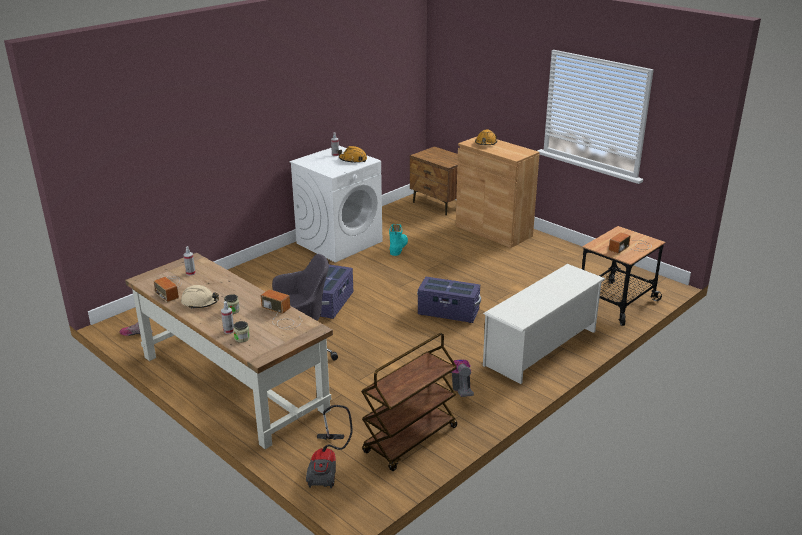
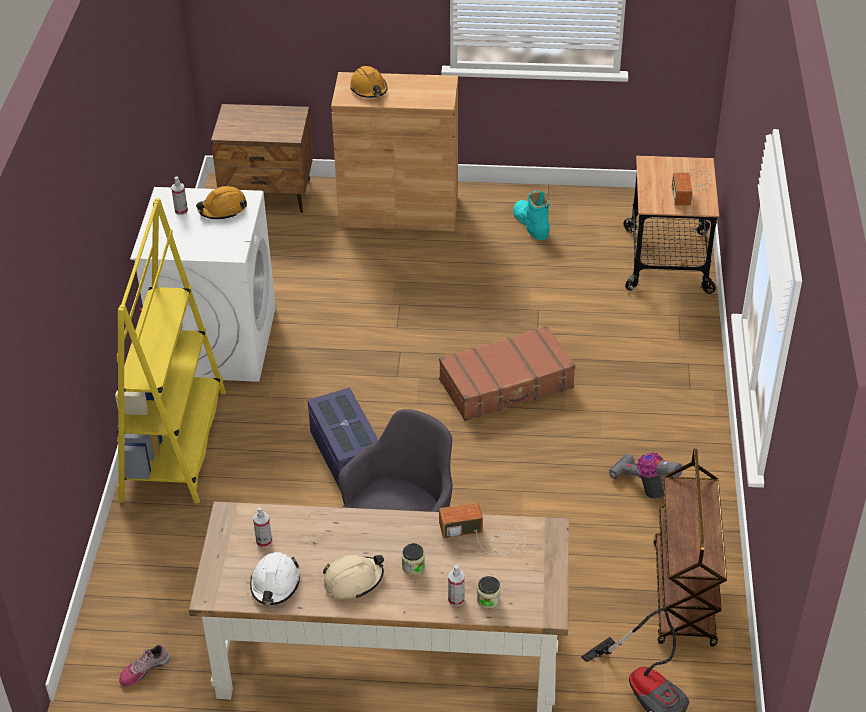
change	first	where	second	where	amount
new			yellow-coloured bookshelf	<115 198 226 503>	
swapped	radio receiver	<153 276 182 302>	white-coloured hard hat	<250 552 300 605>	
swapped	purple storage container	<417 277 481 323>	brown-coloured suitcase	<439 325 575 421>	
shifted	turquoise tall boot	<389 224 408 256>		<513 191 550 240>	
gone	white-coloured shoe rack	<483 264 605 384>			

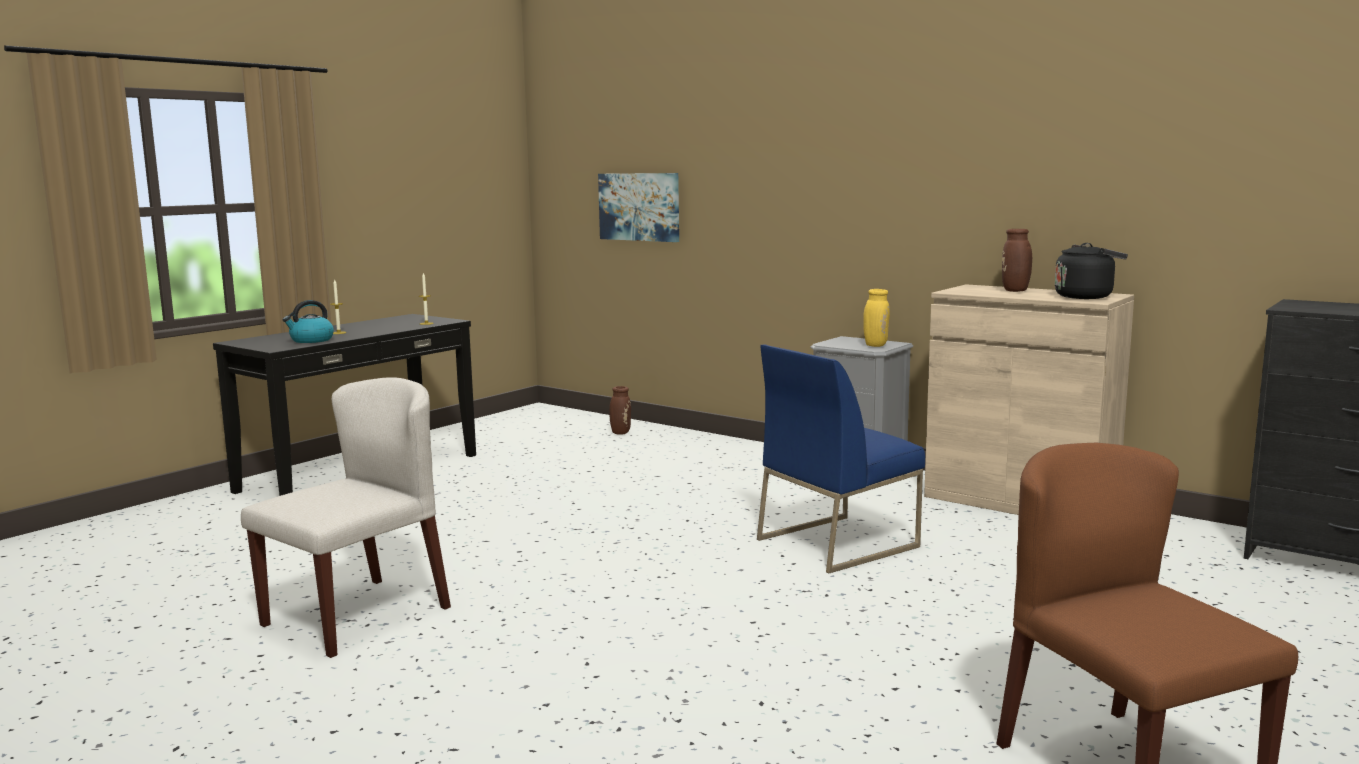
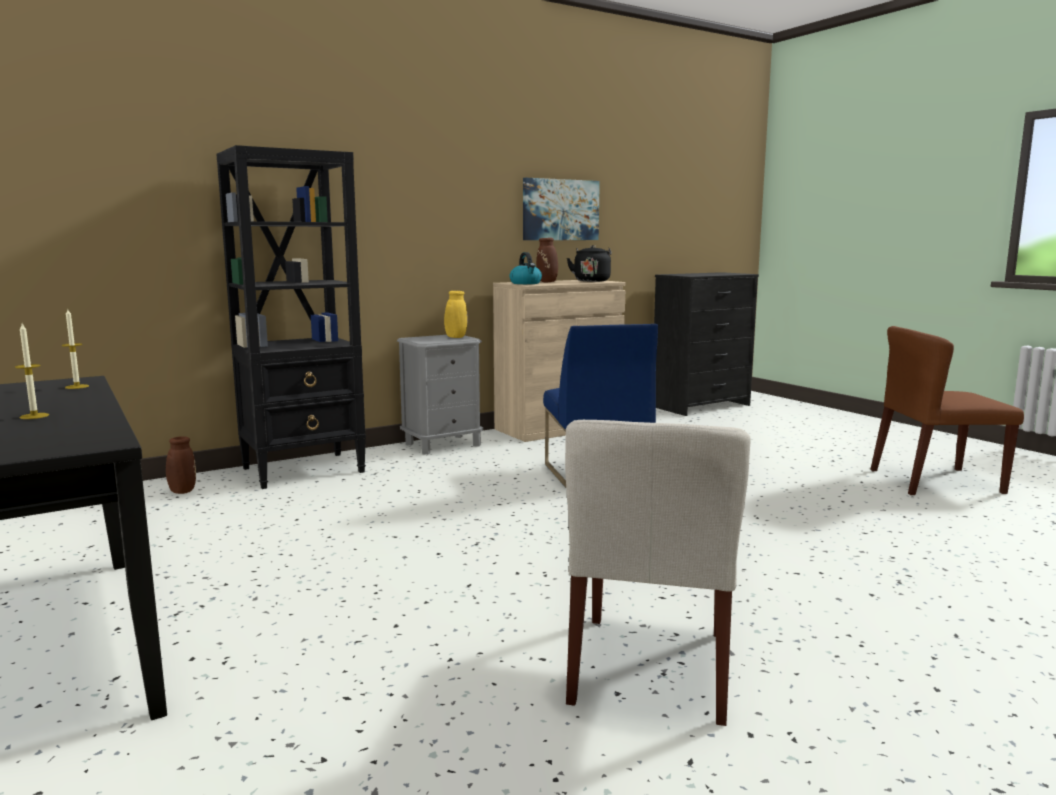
change	first	where	second	where	amount
new			black-coloured bookshelf	<216 145 366 489>	
shifted	kettle	<283 300 334 343>		<510 252 542 284>	
shifted	wall picture	<598 173 679 242>		<523 178 600 240>	
rotated	sand-coloured chair	<241 377 451 658>		<565 420 751 726>	135 degrees counterclockwise

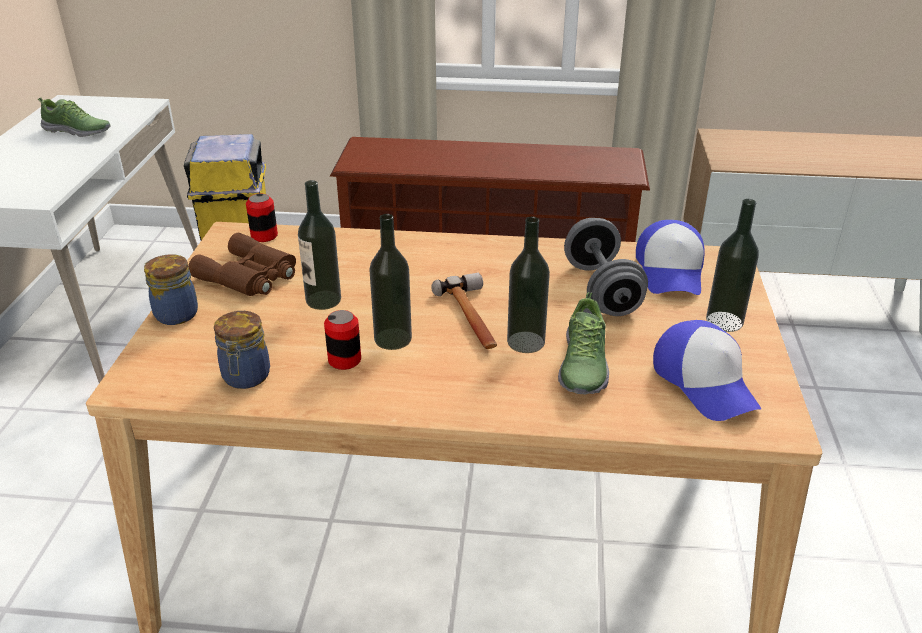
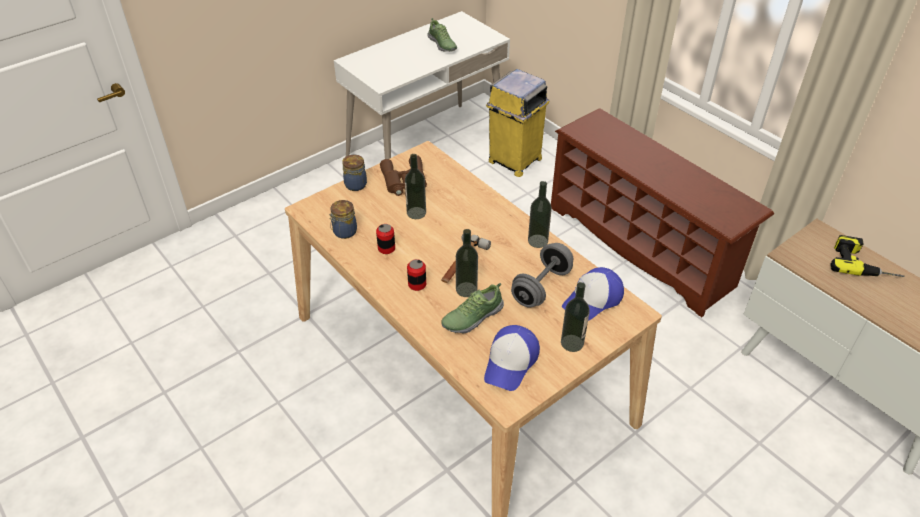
change	first	where	second	where	amount
shifted	can	<246 194 278 242>		<407 259 426 291>	
shifted	beverage bottle	<369 214 412 350>		<528 181 552 248>	
new			drill	<830 235 905 277>	

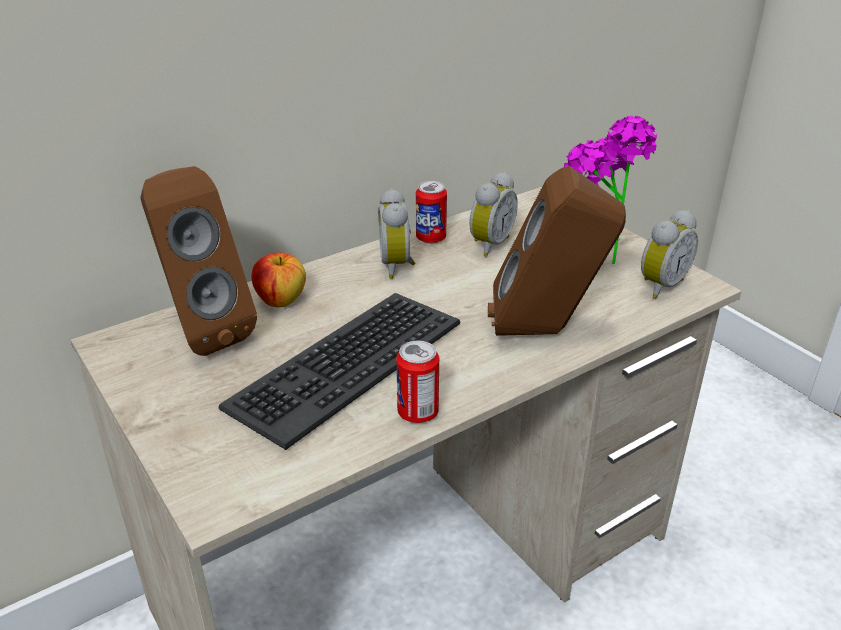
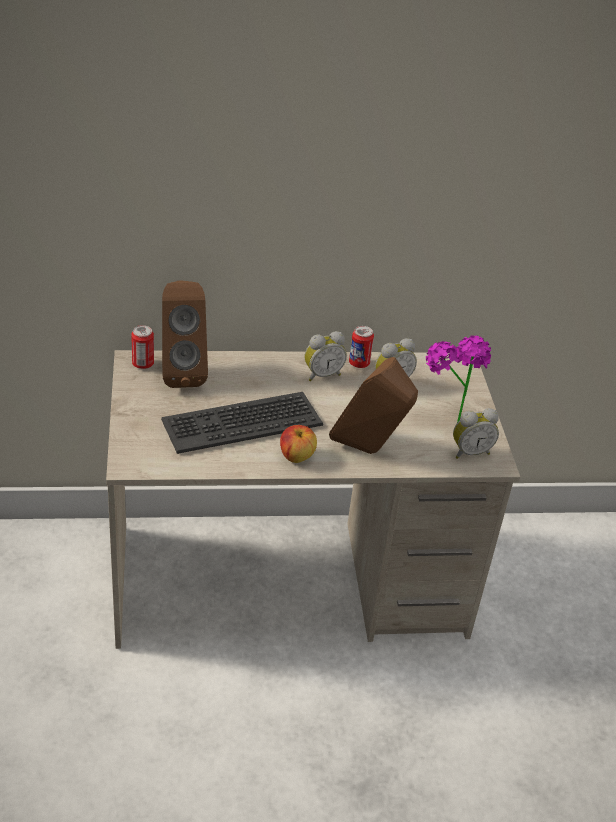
change	first	where	second	where	amount
shifted	can	<396 341 439 423>		<131 325 154 369>	
shifted	whole apple	<251 252 306 307>		<280 425 317 463>	
rotated	alarm clock	<378 188 415 279>		<305 331 347 381>	135 degrees counterclockwise

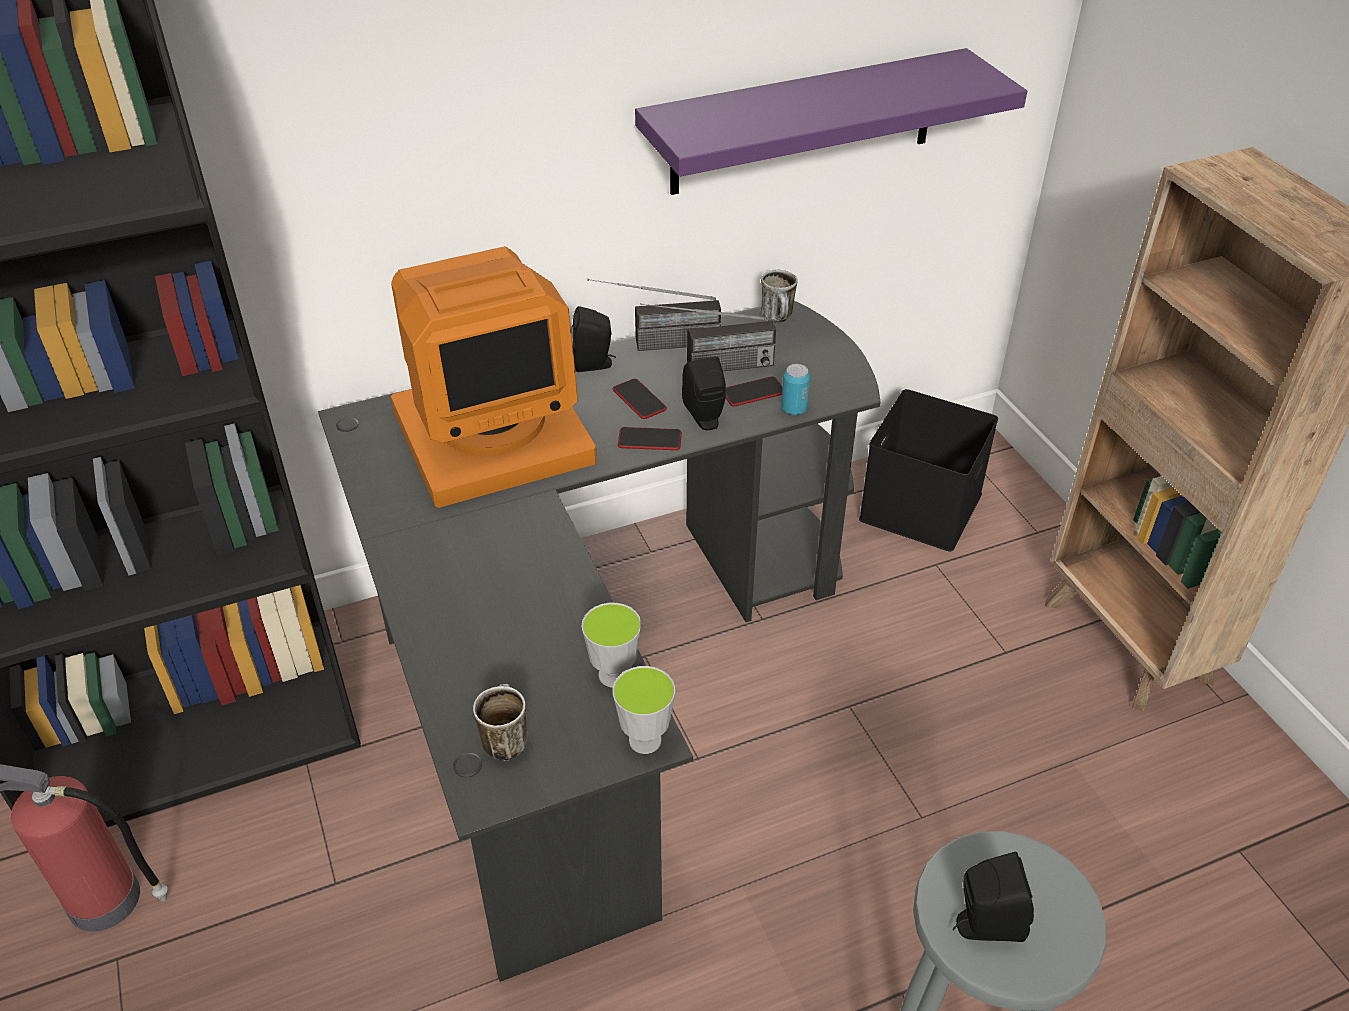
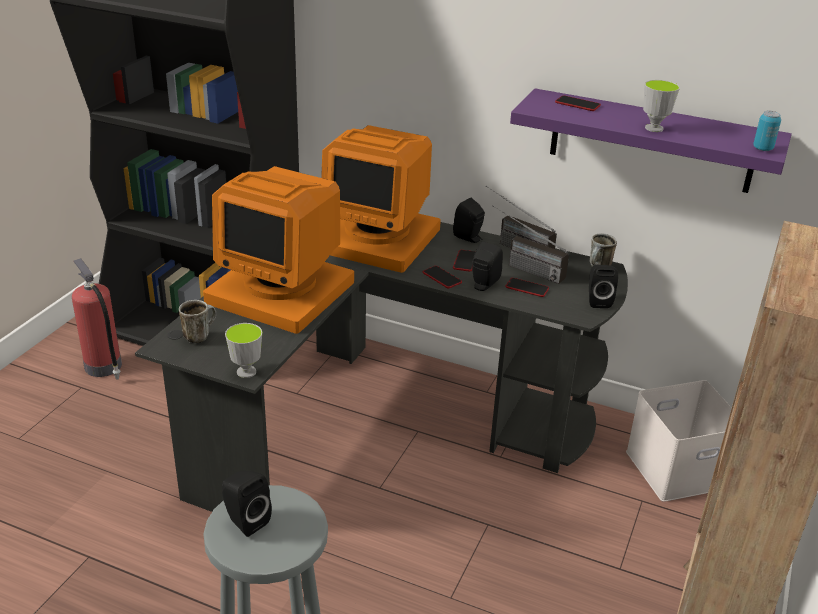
change	first	where	second	where	amount
new			monitor	<203 166 354 334>	
new			phone	<555 95 601 111>	
new			black-coloured loudspeaker	<589 265 618 308>	
repainted	black-coloured storage container	<859 389 998 552>	white-coloured storage container	<626 380 732 502>	
shifted	drinking cup	<582 603 641 687>		<643 80 680 132>	
shifted	can	<781 364 810 415>		<753 111 781 151>	

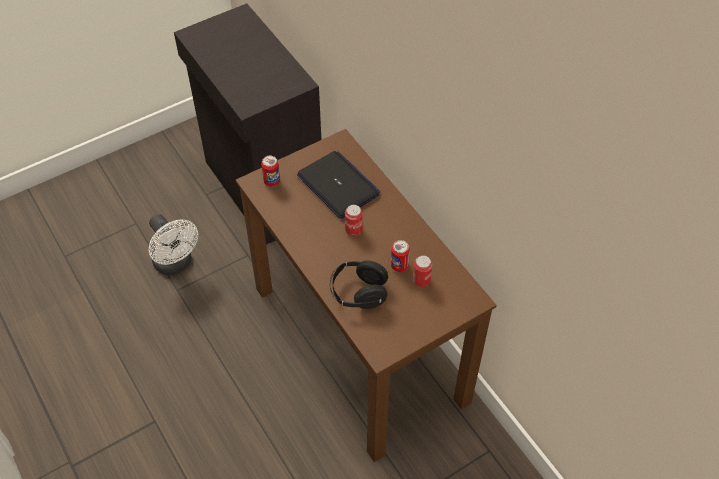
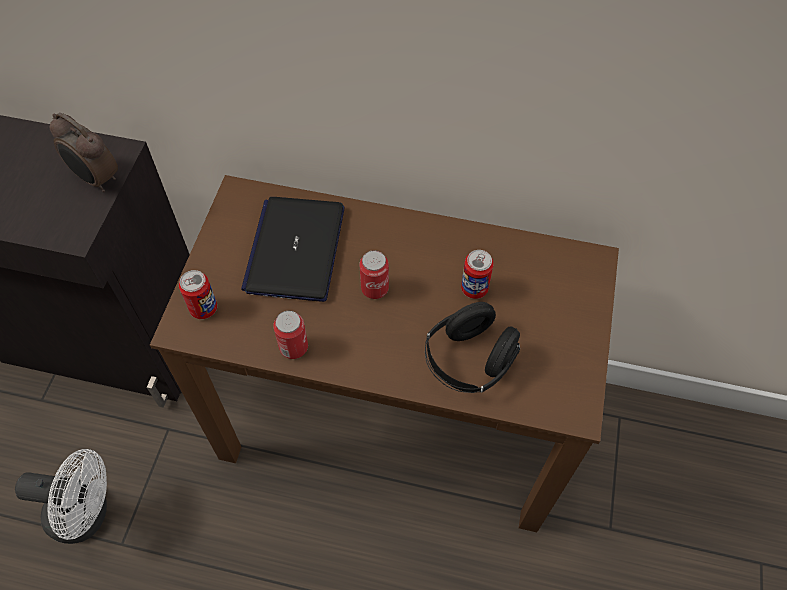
change	first	where	second	where	amount
new			alarm clock	<50 113 118 192>	
rotated	notebook computer	<297 151 380 219>		<241 197 344 302>	90 degrees counterclockwise
shifted	can	<413 255 433 287>		<273 311 308 359>	

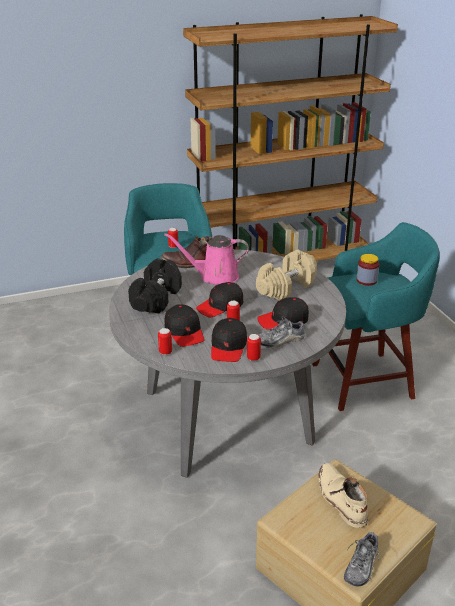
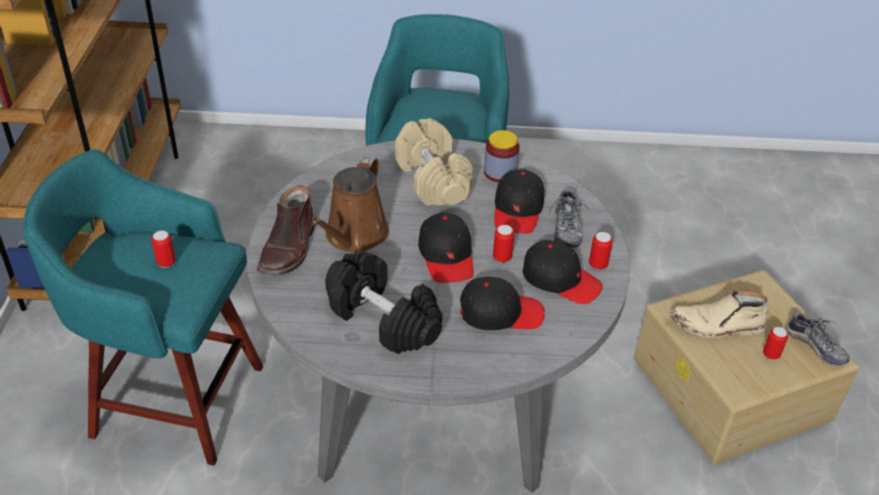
change	first	where	second	where	amount
repainted	pink-coloured watering pot	<164 233 249 285>	brown-coloured watering pot	<311 156 389 252>	
shifted	storage jar	<357 254 379 286>		<484 130 520 182>	
shifted	can	<158 328 172 355>		<763 327 788 360>	

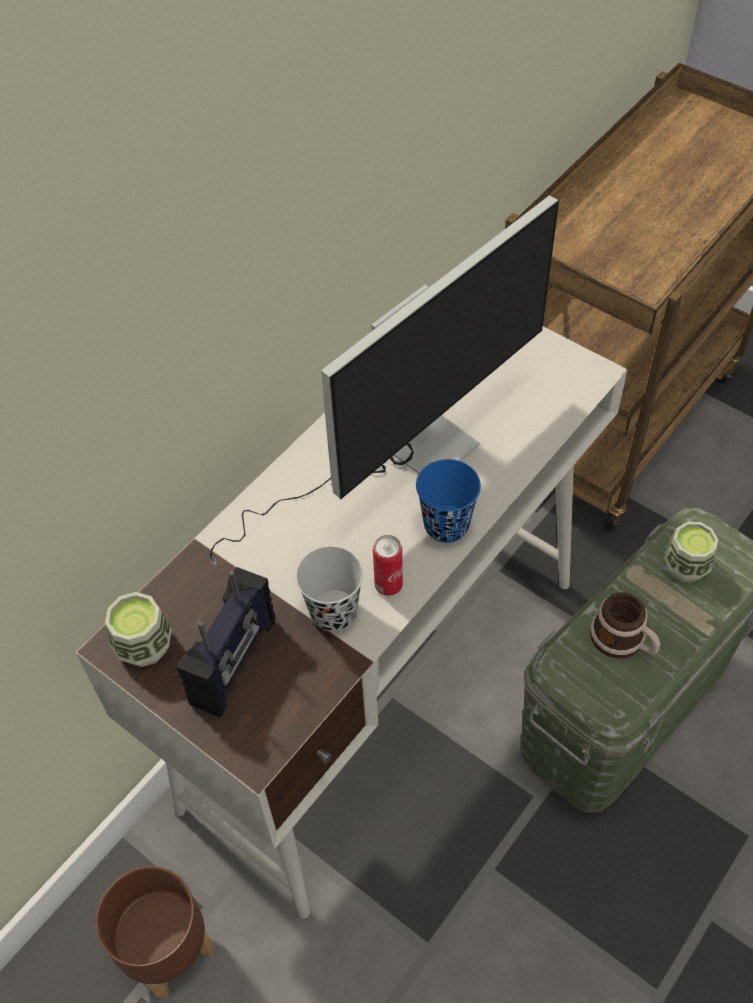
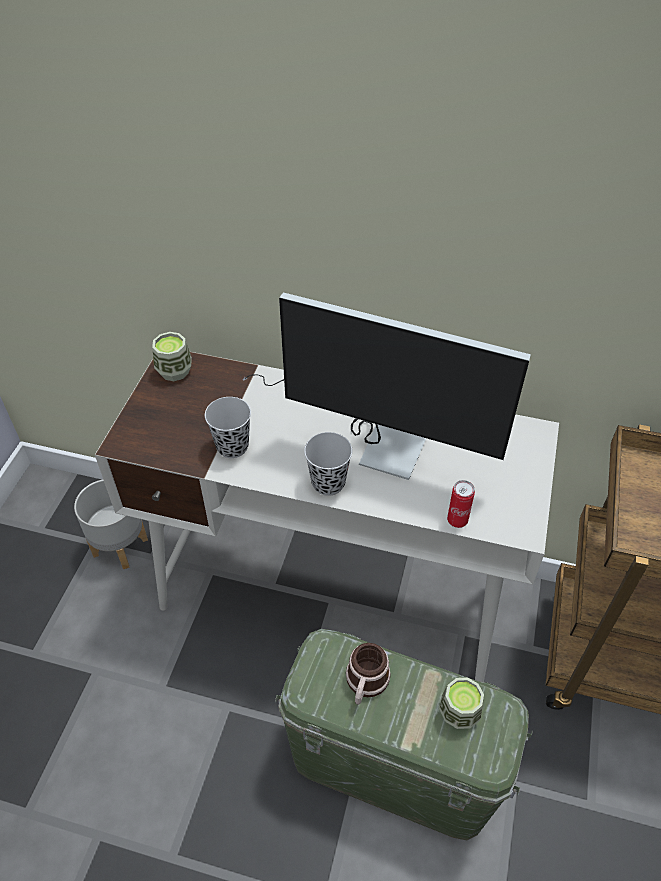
change	first	where	second	where	amount
repainted	brown-coloured flower pot	<95 866 213 998>	grey flower pot	<74 480 148 569>	
repainted	blue-coloured drinking cup	<416 459 481 543>	black-coloured drinking cup	<304 432 352 496>	
shifted	can	<373 535 403 596>		<447 480 475 528>	
gone	radio receiver	<176 567 275 717>			

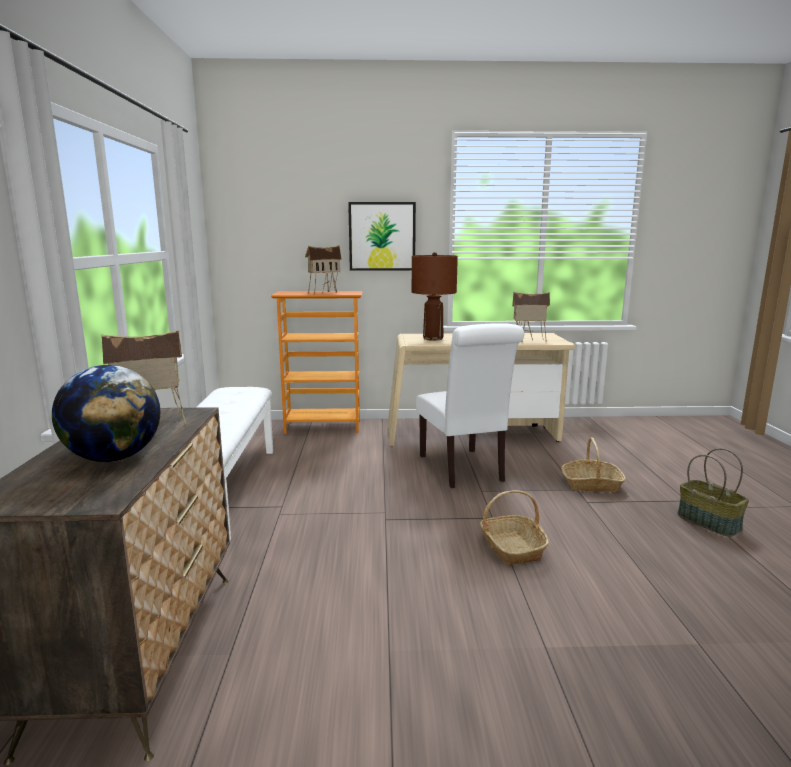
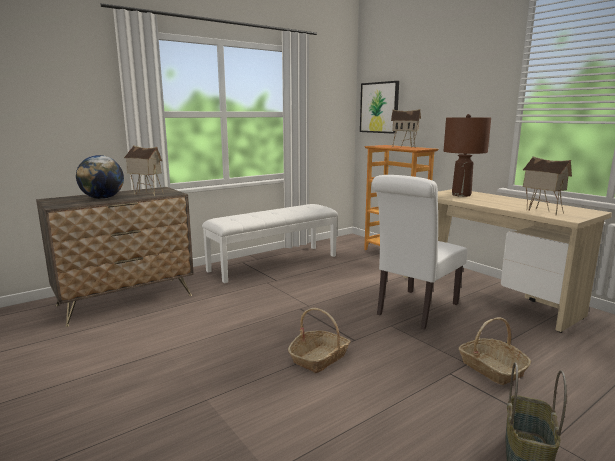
change	first	where	second	where	amount
shifted	wall picture	<348 202 416 270>		<360 81 399 134>	

